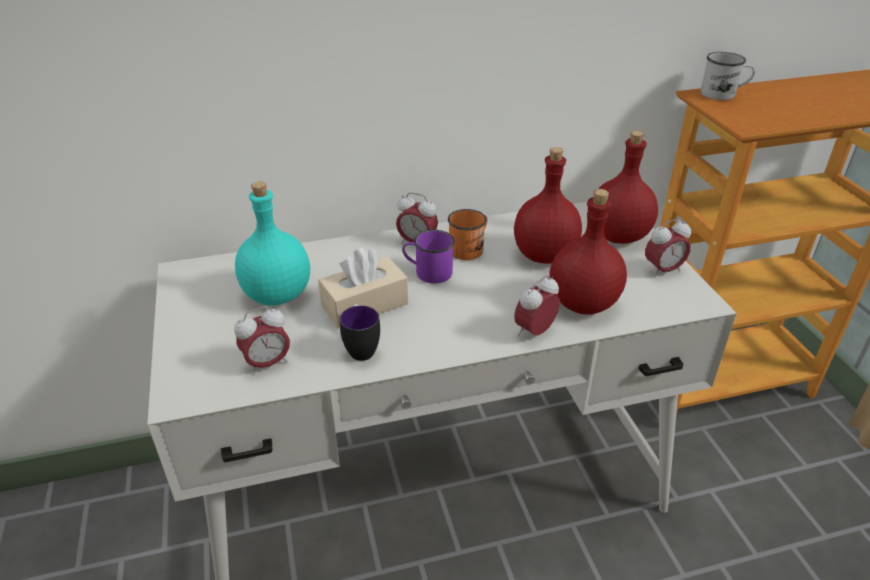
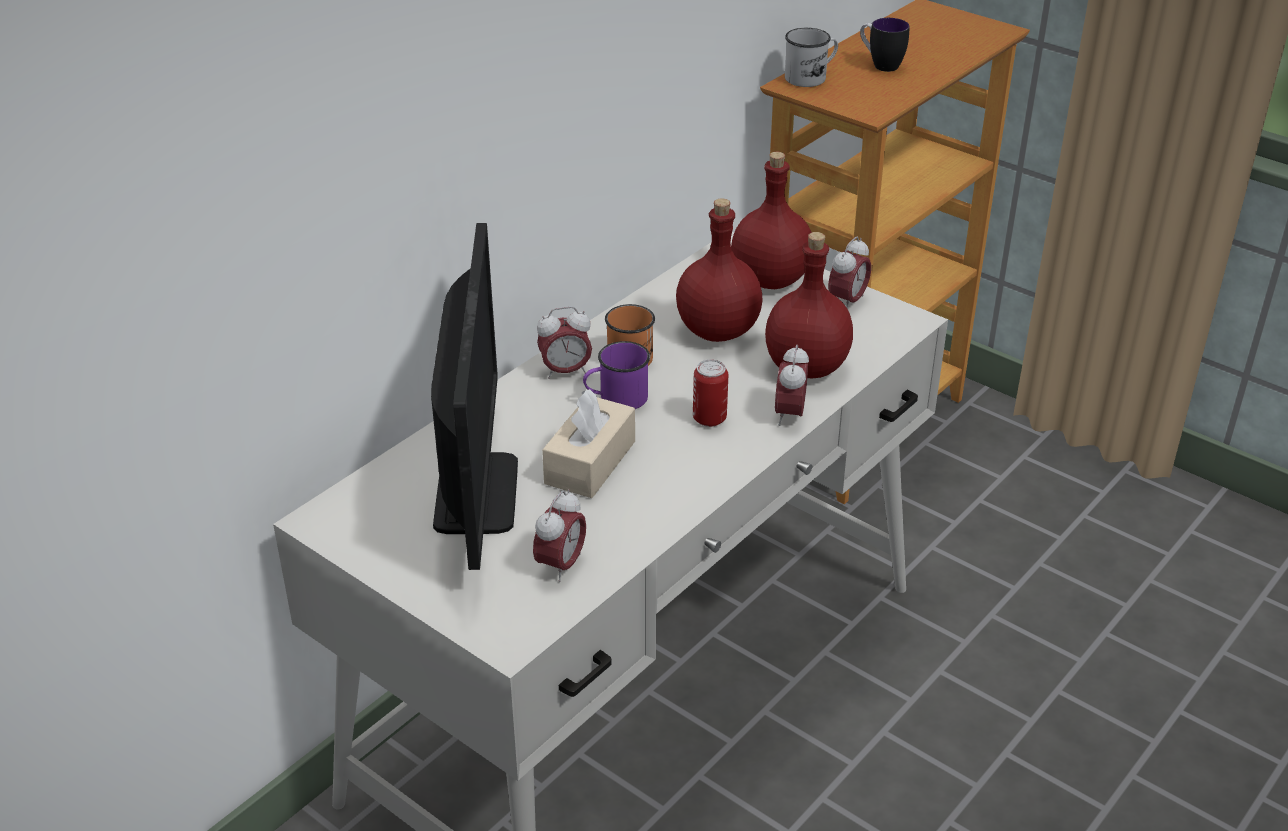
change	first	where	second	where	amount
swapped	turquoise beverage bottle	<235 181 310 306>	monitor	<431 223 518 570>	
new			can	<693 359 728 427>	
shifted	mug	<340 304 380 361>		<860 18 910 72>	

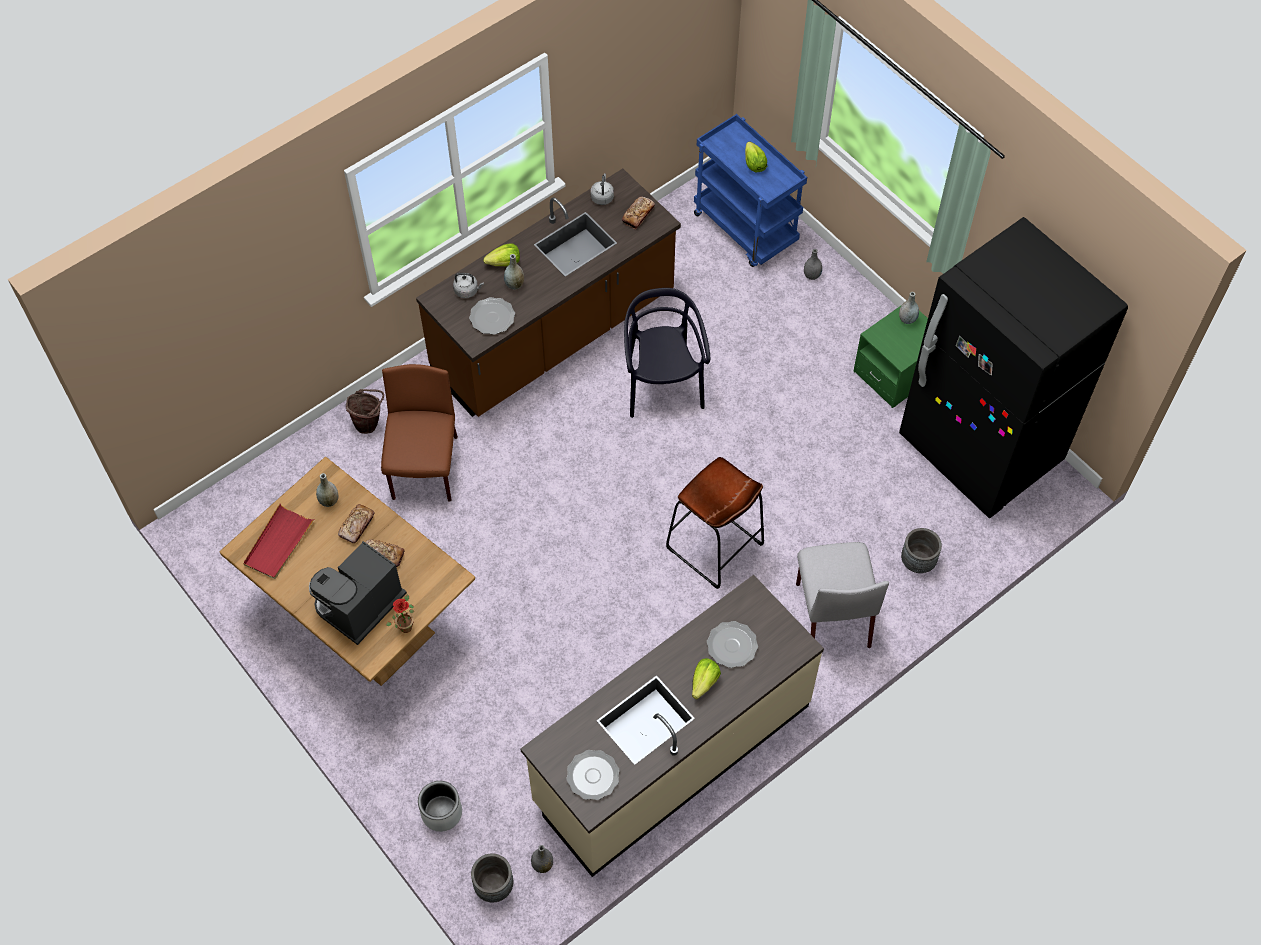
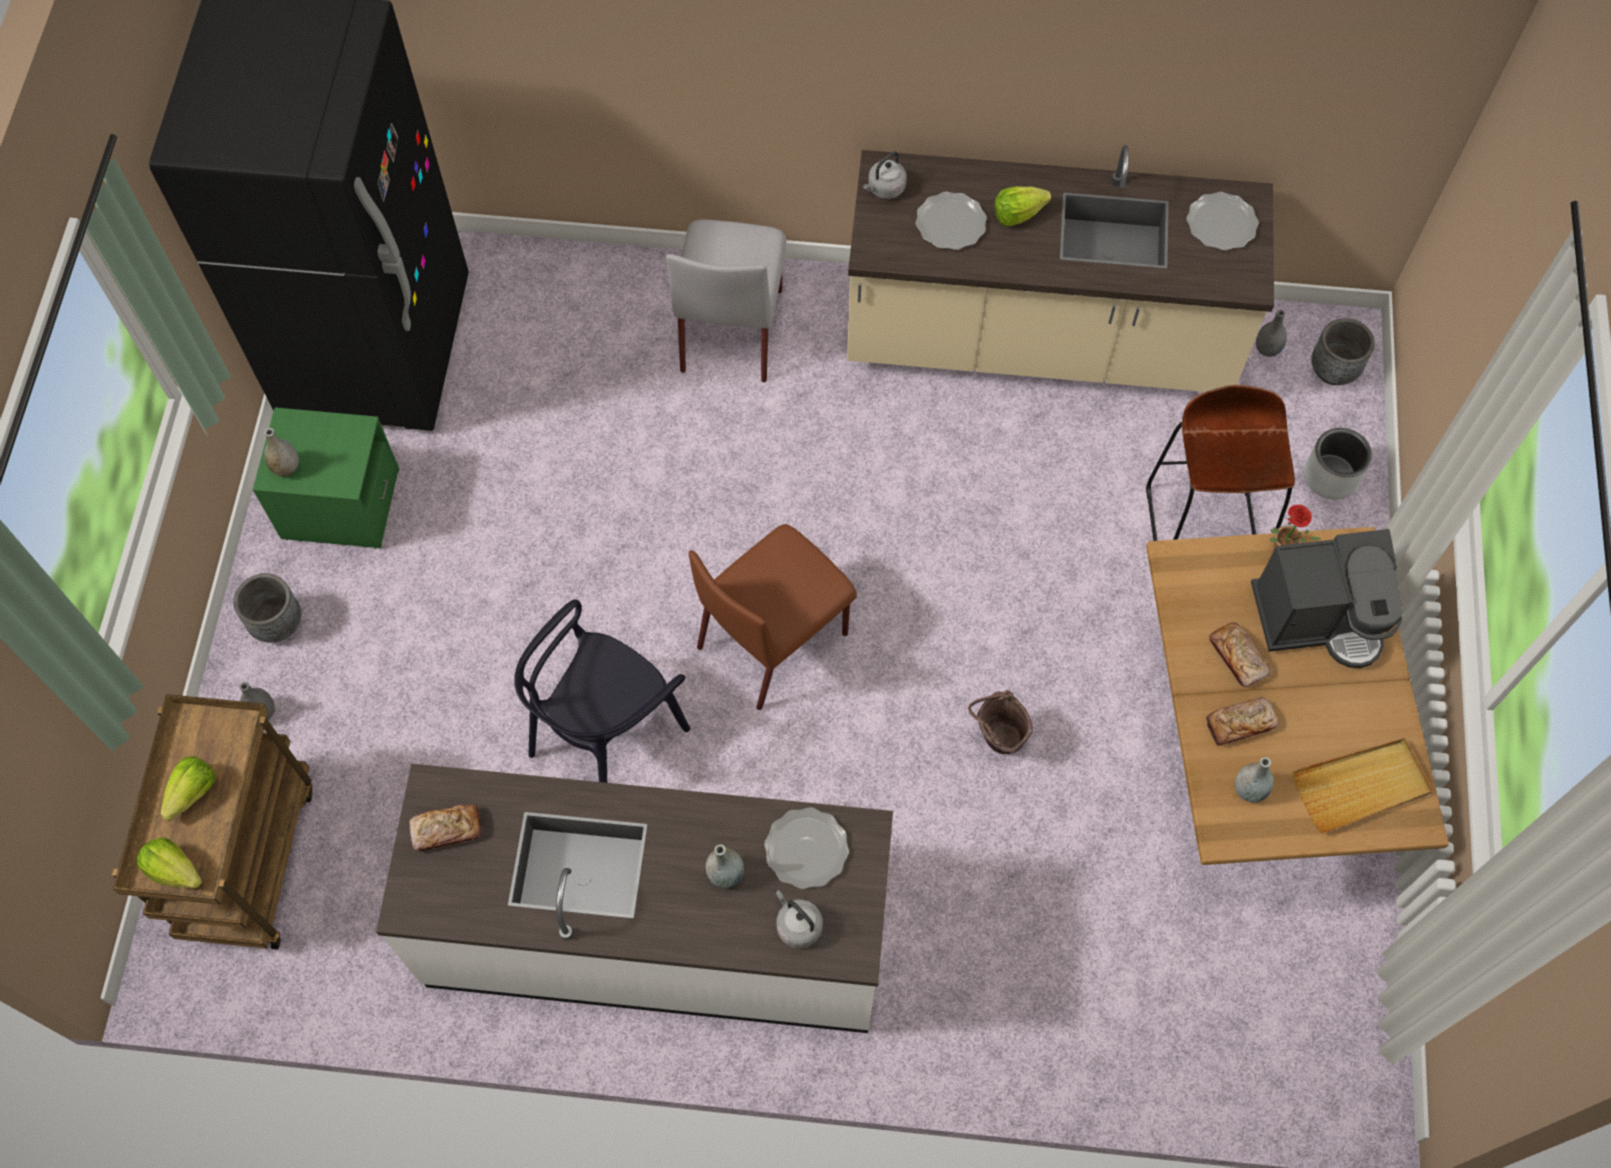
change	first	where	second	where	amount
repainted	blue-coloured wheeled cart	<694 114 807 267>	brown-coloured wheeled cart	<112 694 312 949>	
shifted	lettuce	<483 243 520 266>		<137 838 202 889>	
shifted	grey flower pot	<901 528 942 573>		<233 573 301 642>	
repainted	brown-coloured counter	<416 169 681 417>	white-coloured counter	<376 764 893 1033>	
rotated	grey chair	<796 542 889 648>		<666 219 786 382>	150 degrees clockwise
shifted	brown-coloured chair	<381 364 458 502>		<689 524 857 710>	
shifted	grey kettle	<590 173 614 205>		<863 151 907 199>	
shifted	brown-coloured bucket	<346 389 384 434>		<968 690 1033 754>	
shifted	brown-coloured stool seat	<666 457 764 589>		<1146 385 1295 541>	
repainted	red serving tray	<243 504 315 579>	sand-coloured serving tray	<1292 738 1432 834>	

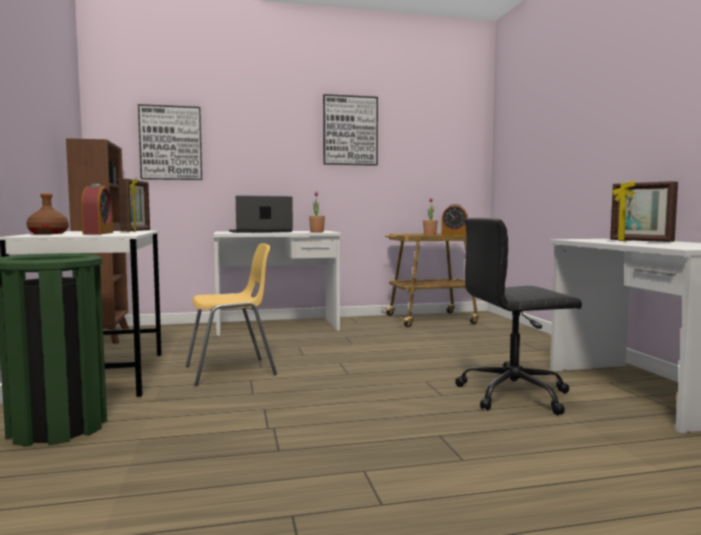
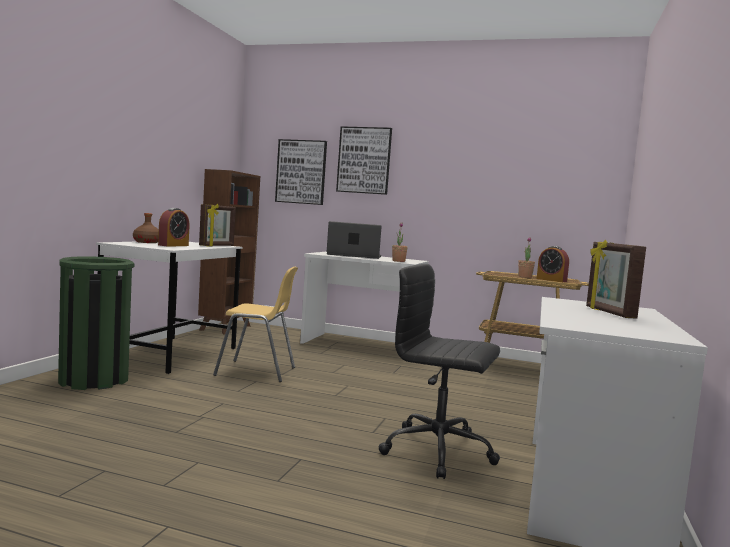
change	first	where	second	where	amount
shifted	wall picture	<323 94 378 166>		<336 126 392 195>	

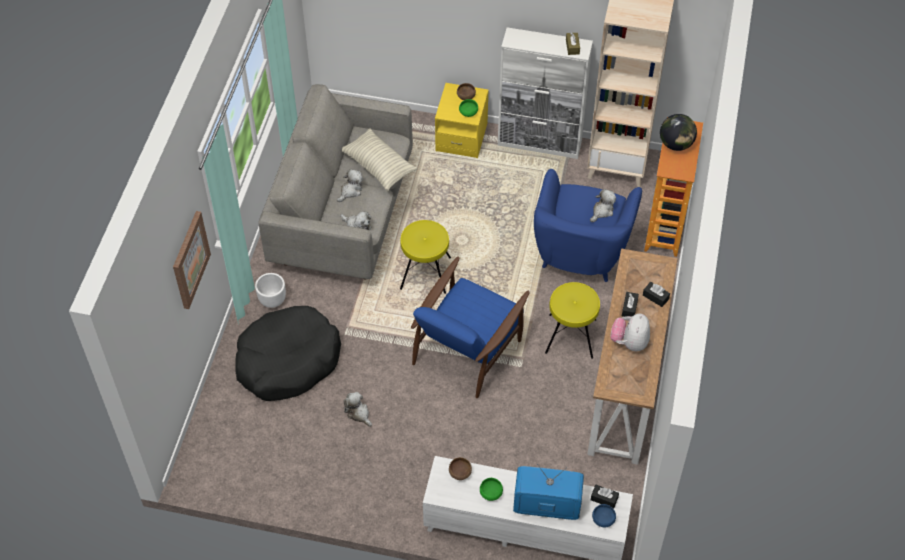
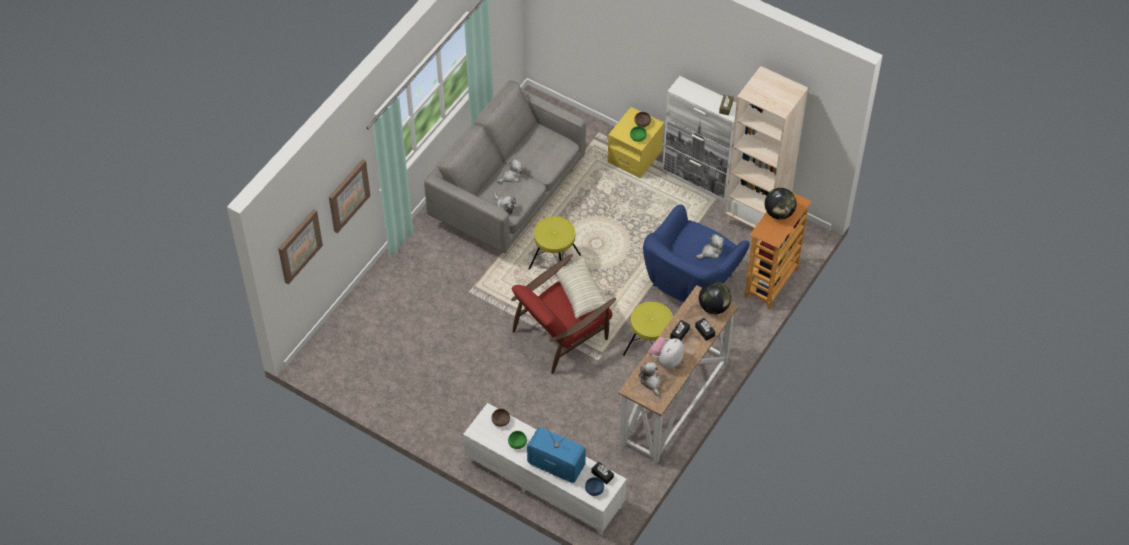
change	first	where	second	where	amount
new			wall picture	<278 209 323 285>	
repainted	blue-coloured armchair	<411 256 529 398>	red armchair	<511 254 616 374>	
shifted	pillow	<342 128 418 191>		<554 258 607 319>	
shifted	cuddly toy	<344 392 372 427>		<639 362 660 396>	
new			desk globe	<699 282 731 314>	
gone	black-coloured pet bed	<235 306 341 401>			
gone	white-coloured flower pot	<255 273 286 308>			

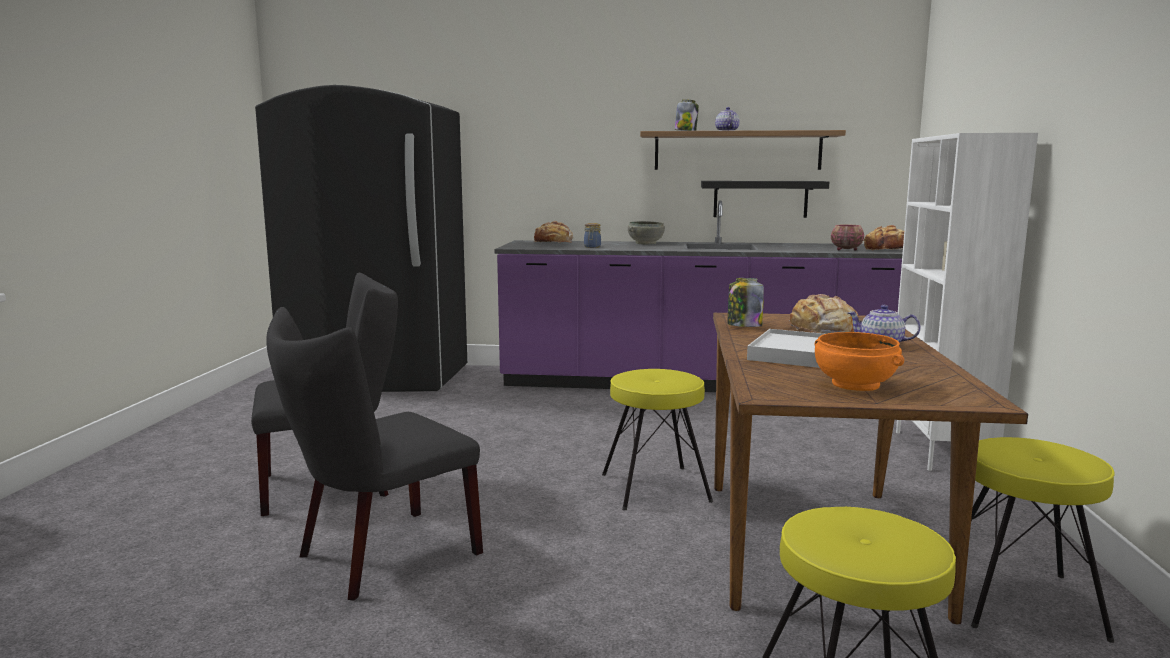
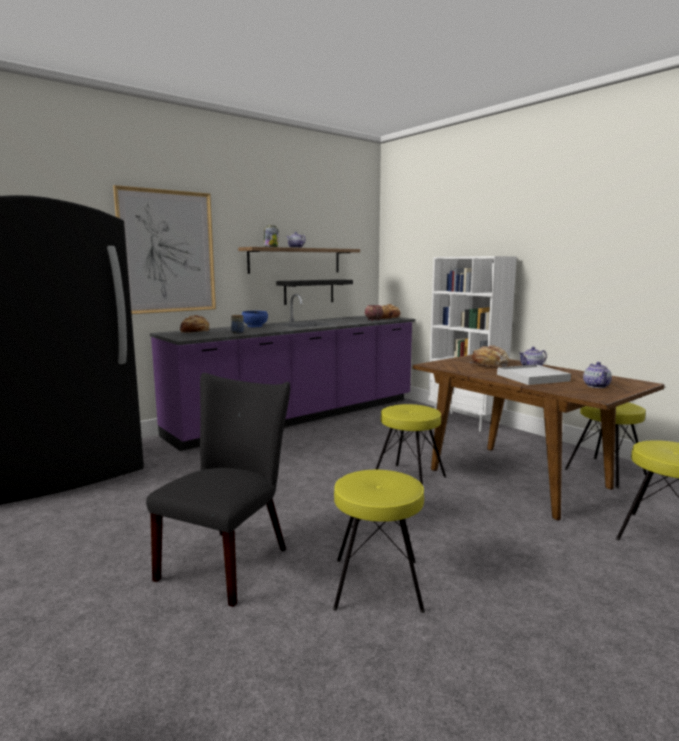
change	first	where	second	where	amount
new			wall picture	<113 185 216 314>	
repainted	grey bowl	<628 221 665 244>	blue-coloured bowl	<241 311 268 327>	
swapped	black-coloured chair	<266 307 483 601>	yellow-coloured stool seat	<333 470 425 613>	
swapped	orange-coloured bowl	<814 332 904 391>	pot for tea	<583 362 612 388>	
gone	storage jar	<728 278 764 327>			

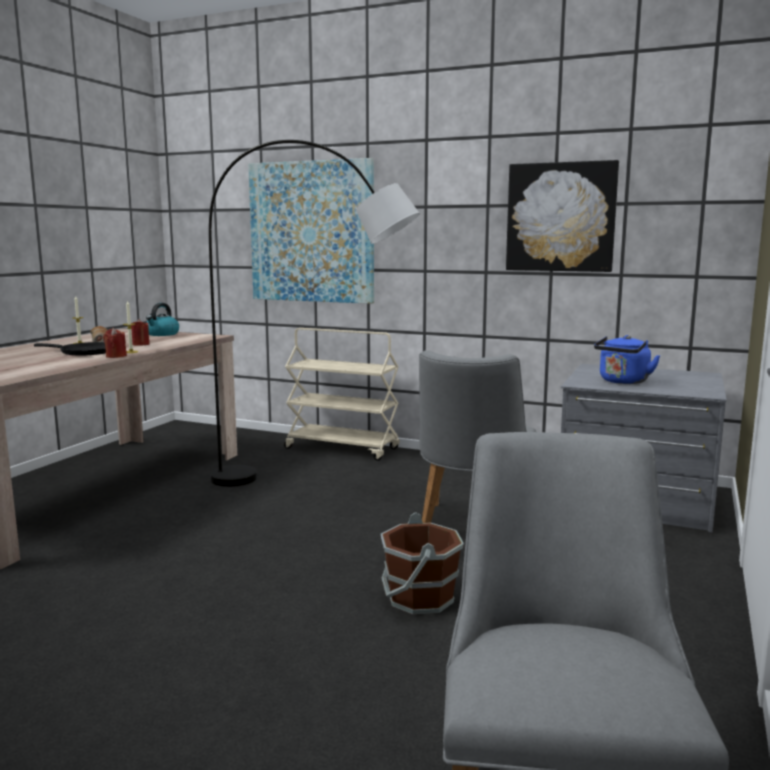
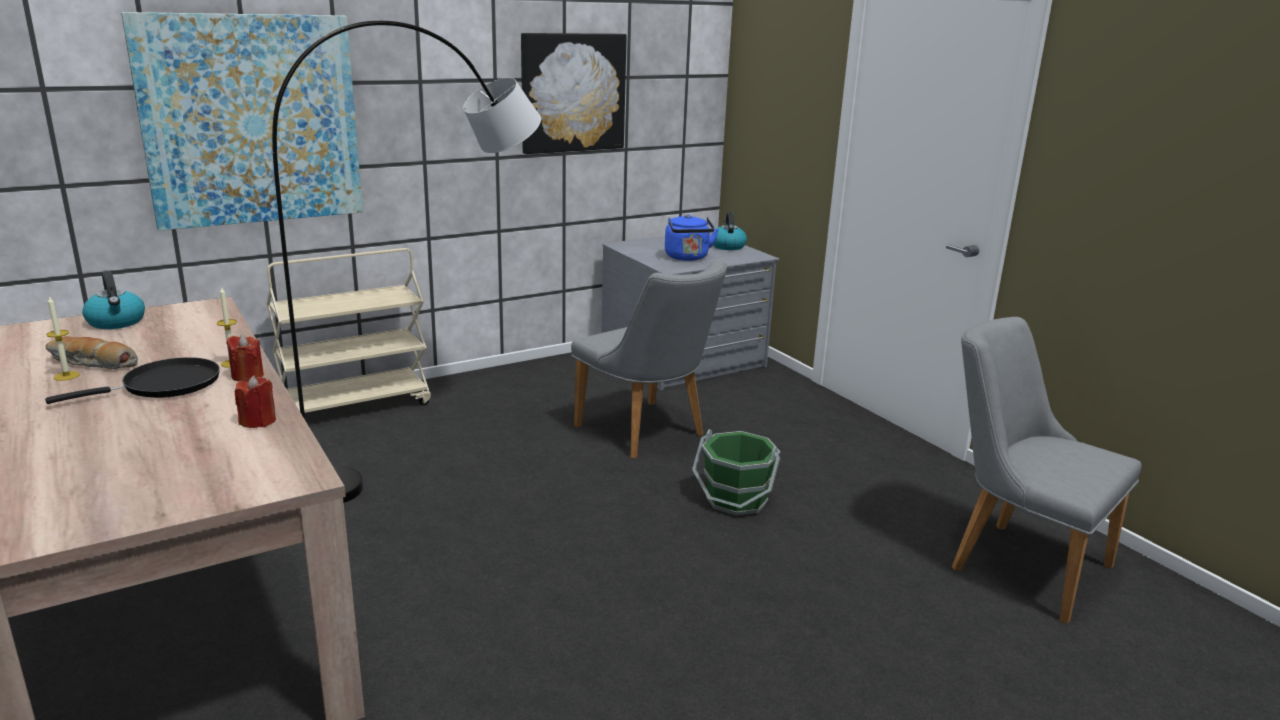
change	first	where	second	where	amount
shifted	red wax candle	<131 319 149 346>		<235 375 276 428>	
repainted	brown-coloured bucket	<380 512 464 615>	green bucket	<692 429 780 516>	
new			kettle	<711 212 747 250>	

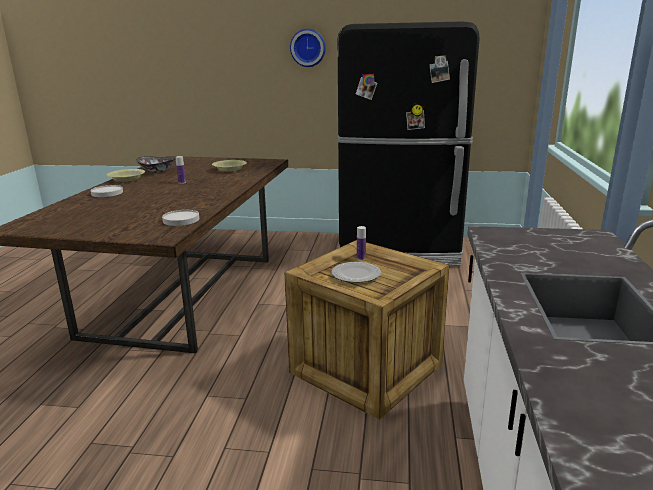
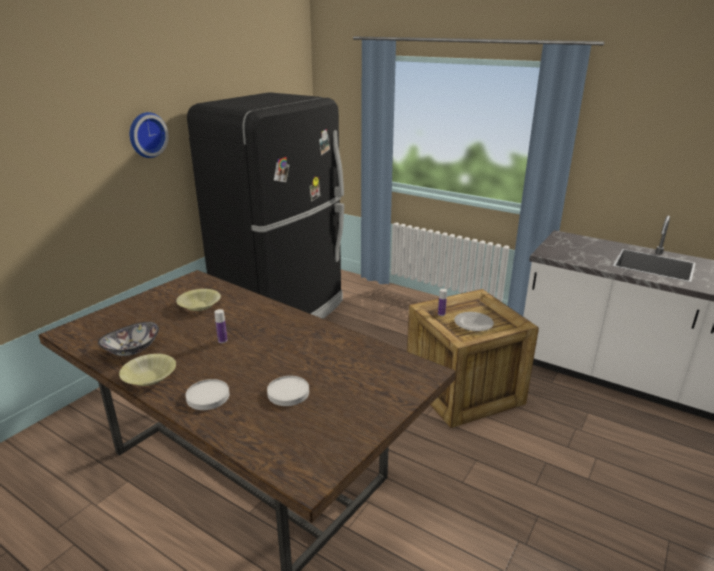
change	first	where	second	where	amount
shifted	white-coloured plate	<162 210 199 226>		<267 376 309 406>	

